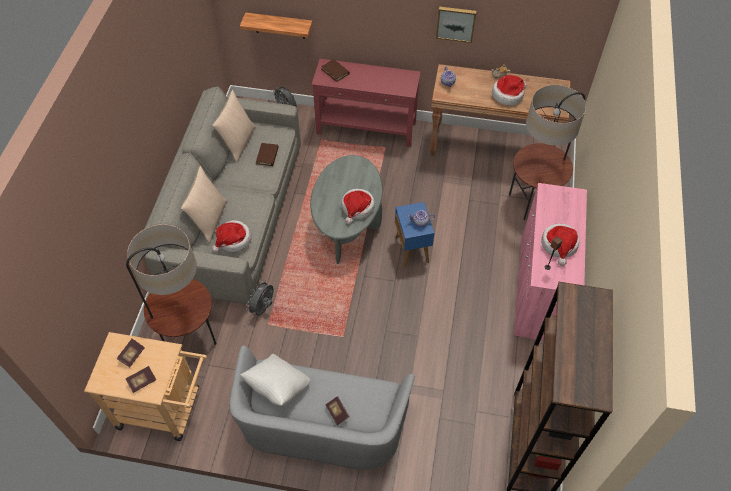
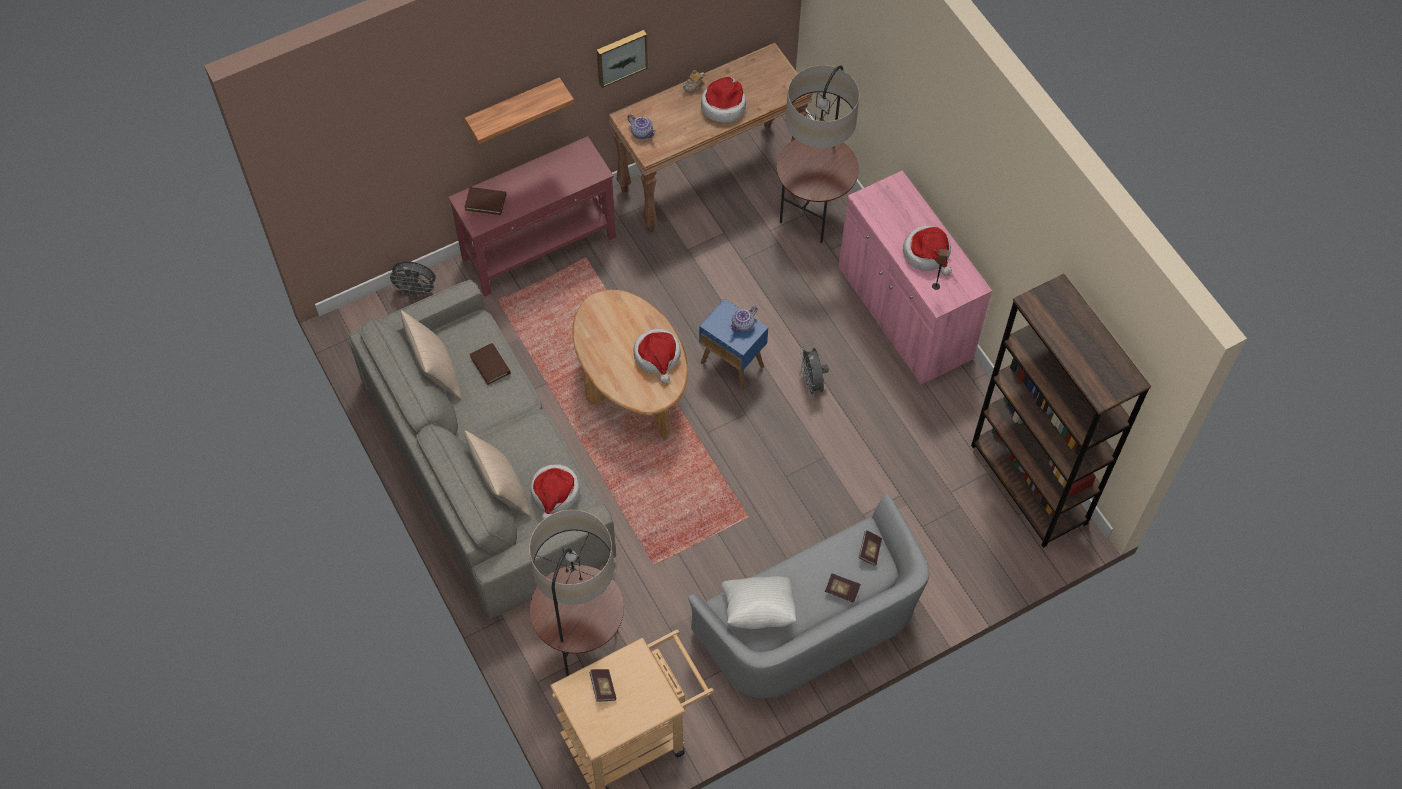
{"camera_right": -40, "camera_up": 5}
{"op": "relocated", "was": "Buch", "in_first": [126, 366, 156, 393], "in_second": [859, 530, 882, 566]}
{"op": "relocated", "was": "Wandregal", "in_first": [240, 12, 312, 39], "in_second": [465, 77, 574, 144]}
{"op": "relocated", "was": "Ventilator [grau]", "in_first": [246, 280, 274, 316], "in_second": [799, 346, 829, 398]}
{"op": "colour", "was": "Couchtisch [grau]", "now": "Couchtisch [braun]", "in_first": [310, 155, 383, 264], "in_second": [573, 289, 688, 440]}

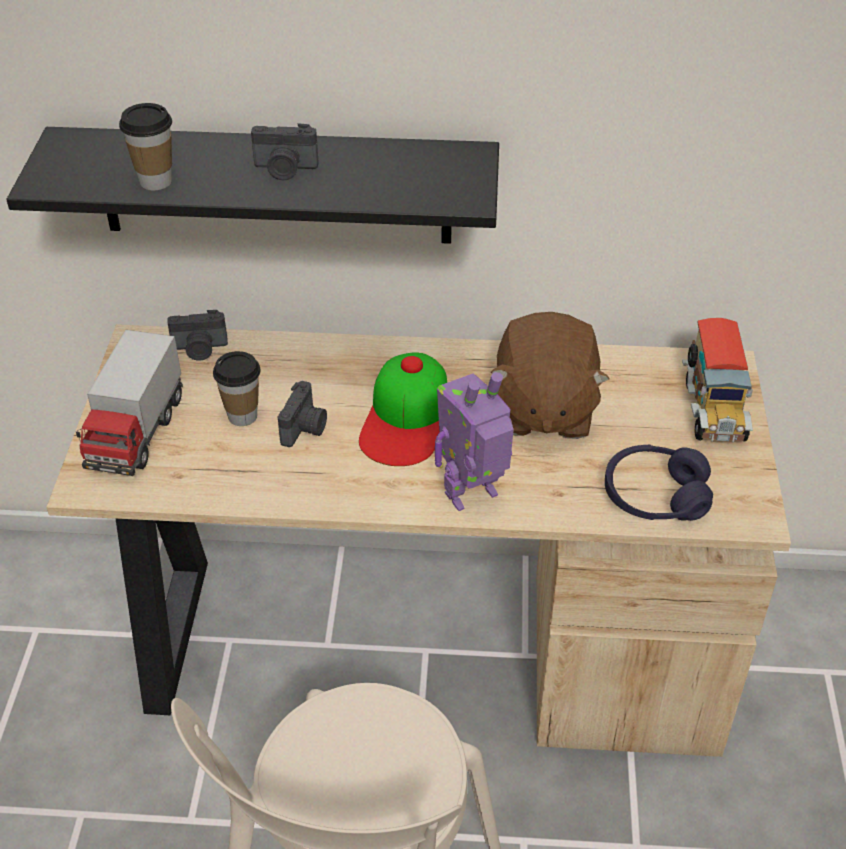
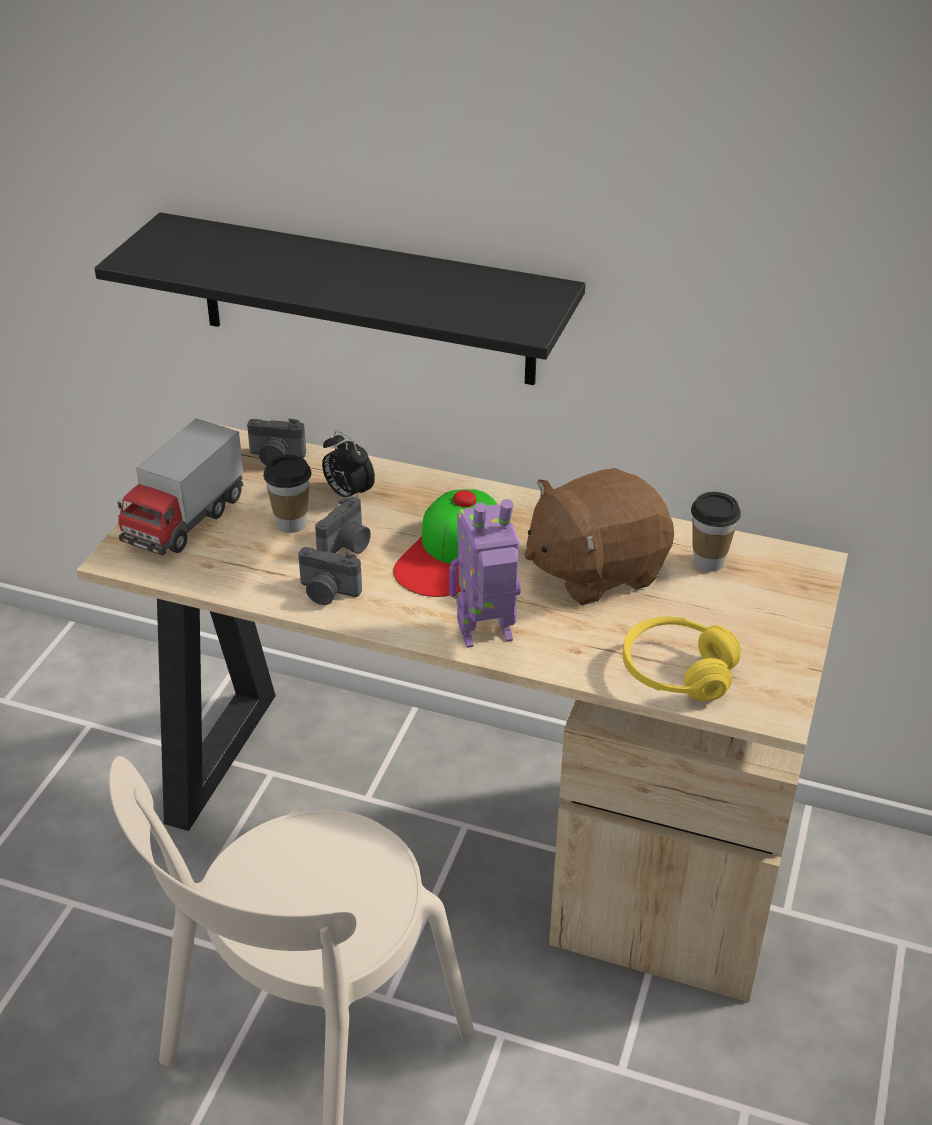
{"camera_right": 15, "camera_up": -5}
{"op": "missing", "was": "Spielzeuglaster", "in_first": [682, 318, 753, 443]}
{"op": "appeared", "now": "Wecker", "in_second": [322, 430, 375, 498]}
{"op": "relocated", "was": "Tasse", "in_first": [119, 103, 172, 190], "in_second": [691, 492, 741, 572]}
{"op": "relocated", "was": "Kamera", "in_first": [251, 123, 318, 180], "in_second": [298, 547, 362, 605]}
{"op": "colour", "was": "Kopfhörer [lila]", "now": "Kopfhörer [gelb]", "in_first": [605, 444, 713, 521], "in_second": [623, 617, 741, 701]}
{"op": "spun", "was": "Plüschtier [braun]", "in_first": [491, 312, 610, 439], "in_second": [525, 468, 674, 606], "clockwise": 45}

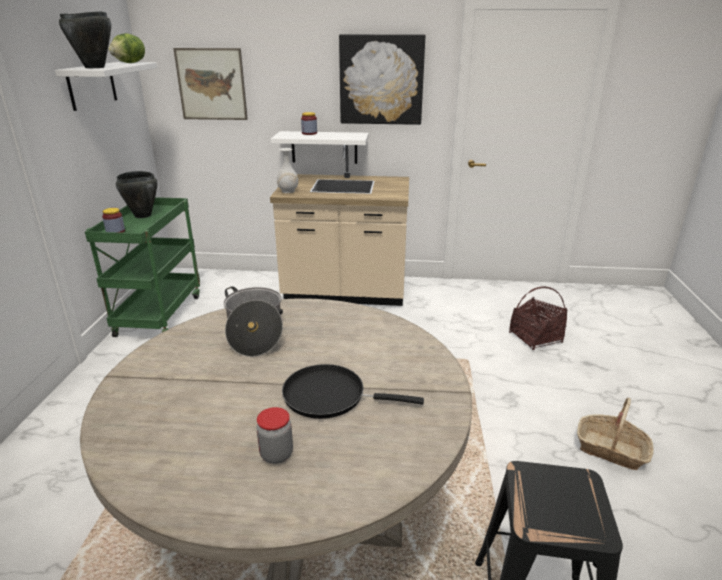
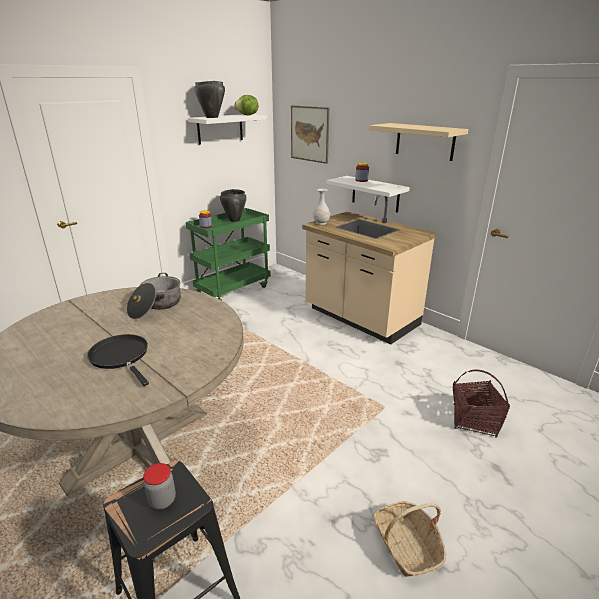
{"camera_right": 40, "camera_up": 0}
{"op": "relocated", "was": "Vorratsglas", "in_first": [256, 407, 293, 464], "in_second": [143, 463, 176, 510]}
{"op": "exchanged", "was": "Bild", "now": "Wandregal [beige]", "in_first": [339, 34, 425, 125], "in_second": [369, 123, 469, 161]}

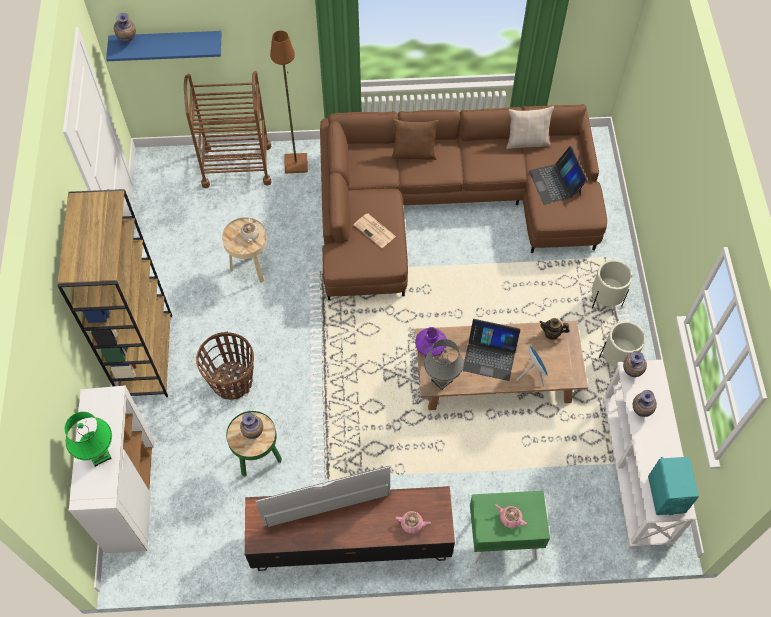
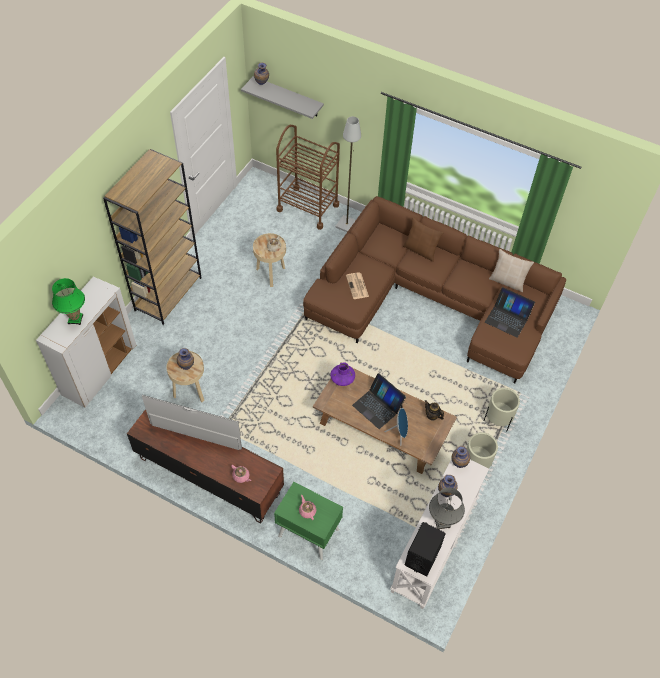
{"camera_right": 30, "camera_up": -5}
{"op": "missing", "was": "Korb", "in_first": [196, 332, 254, 400]}
{"op": "relocated", "was": "Tischlampe [grau]", "in_first": [424, 339, 464, 391], "in_second": [429, 487, 465, 530]}
{"op": "colour", "was": "Wandregal [blau]", "now": "Wandregal [grau]", "in_first": [106, 31, 222, 61], "in_second": [241, 76, 324, 119]}
{"op": "colour", "was": "Beistelltisch [grün]", "now": "Beistelltisch [beige]", "in_first": [226, 411, 282, 477], "in_second": [166, 351, 204, 402]}
{"op": "colour", "was": "Stehlampe [braun]", "now": "Stehlampe [grau]", "in_first": [270, 30, 308, 173], "in_second": [335, 116, 361, 232]}
{"op": "colour", "was": "Lautsprecher [türkis]", "now": "Lautsprecher [schwarz]", "in_first": [648, 457, 699, 515], "in_second": [405, 522, 446, 576]}
{"op": "spun", "was": "Laptop", "in_first": [529, 146, 587, 205], "in_second": [485, 287, 535, 337], "clockwise": -75}

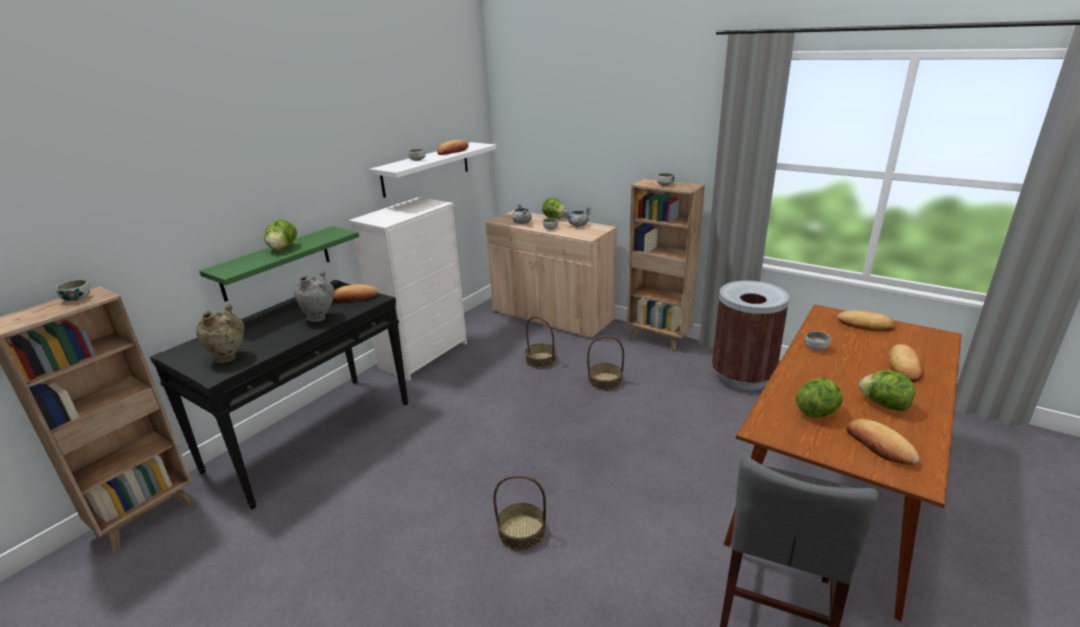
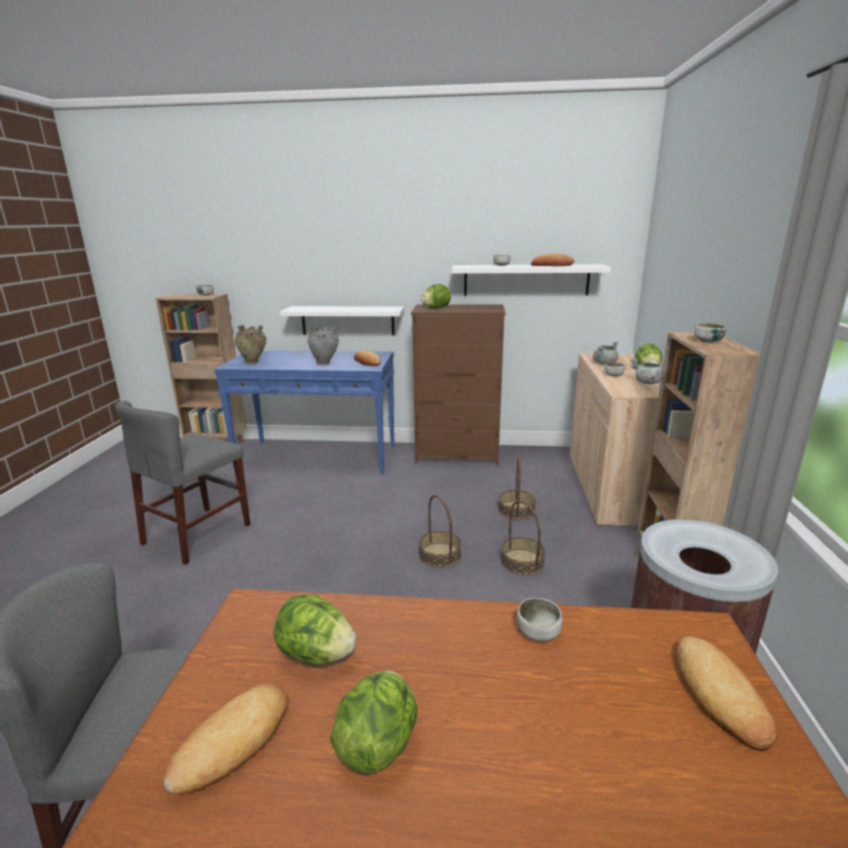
{"camera_right": 60, "camera_up": -5}
{"op": "missing", "was": "Brot", "in_first": [888, 344, 923, 382]}
{"op": "appeared", "now": "Stuhl [grau]", "in_second": [115, 401, 250, 565]}
{"op": "relocated", "was": "Salatkopf", "in_first": [264, 220, 297, 251], "in_second": [421, 284, 451, 309]}
{"op": "relocated", "was": "Korb", "in_first": [493, 475, 546, 551], "in_second": [419, 495, 461, 568]}
{"op": "colour", "was": "Konsolentisch [schwarz]", "now": "Konsolentisch [blau]", "in_first": [150, 280, 409, 510], "in_second": [214, 350, 395, 474]}
{"op": "colour", "was": "Wandregal [grün]", "now": "Wandregal [weiß]", "in_first": [199, 226, 359, 302], "in_second": [280, 306, 404, 335]}
{"op": "colour", "was": "Kommode [weiß]", "now": "Kommode [braun]", "in_first": [349, 197, 467, 381], "in_second": [411, 305, 505, 465]}

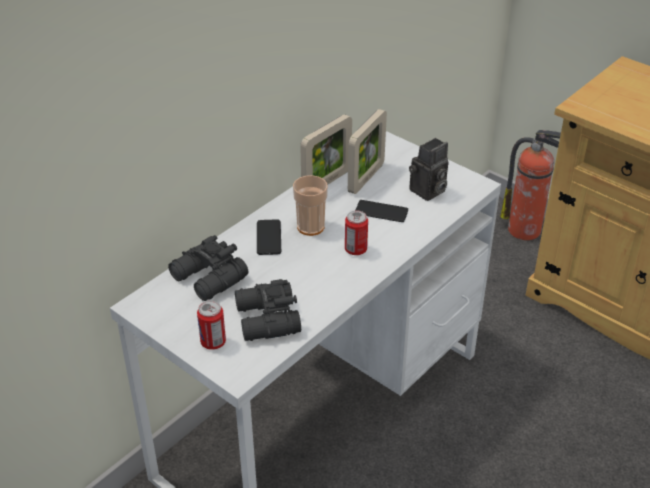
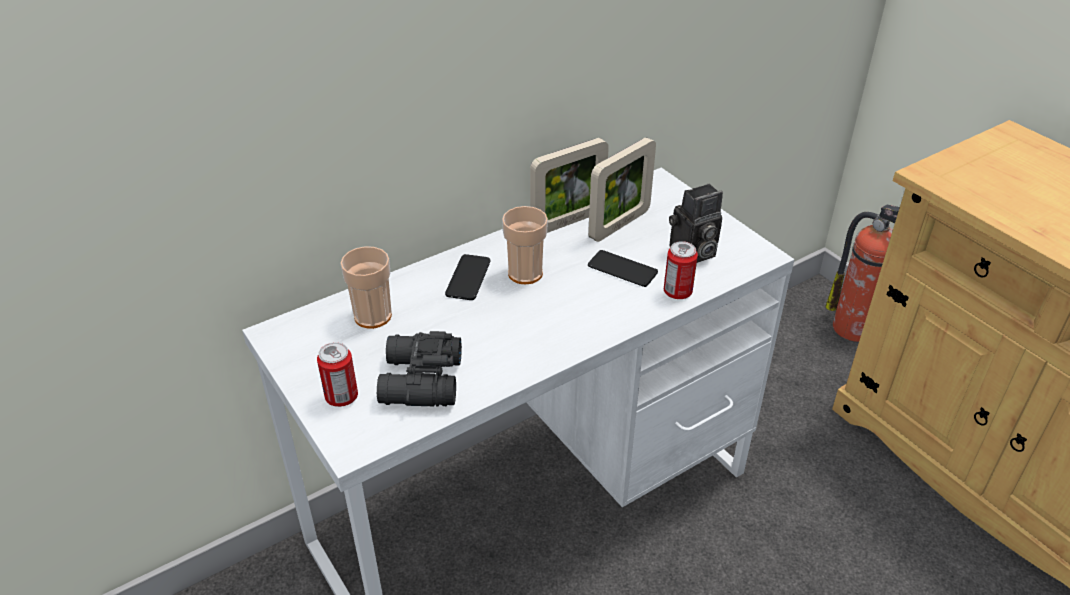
{"camera_right": 15, "camera_up": 0}
{"op": "relocated", "was": "Dose", "in_first": [345, 210, 368, 255], "in_second": [664, 241, 698, 299]}
{"op": "exchanged", "was": "Fernglas [schwarz]", "now": "Tasse", "in_first": [168, 235, 248, 301], "in_second": [340, 246, 392, 329]}

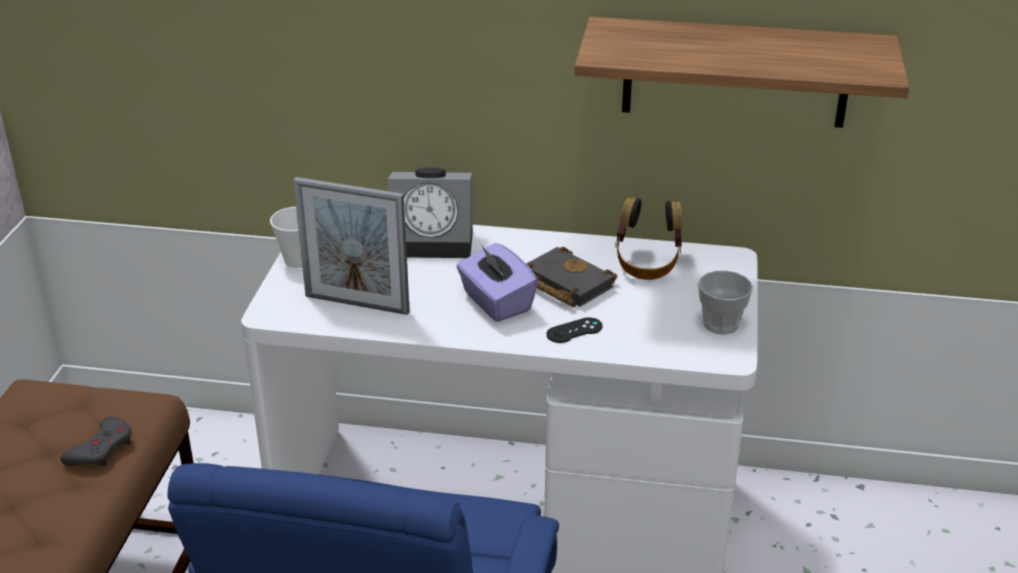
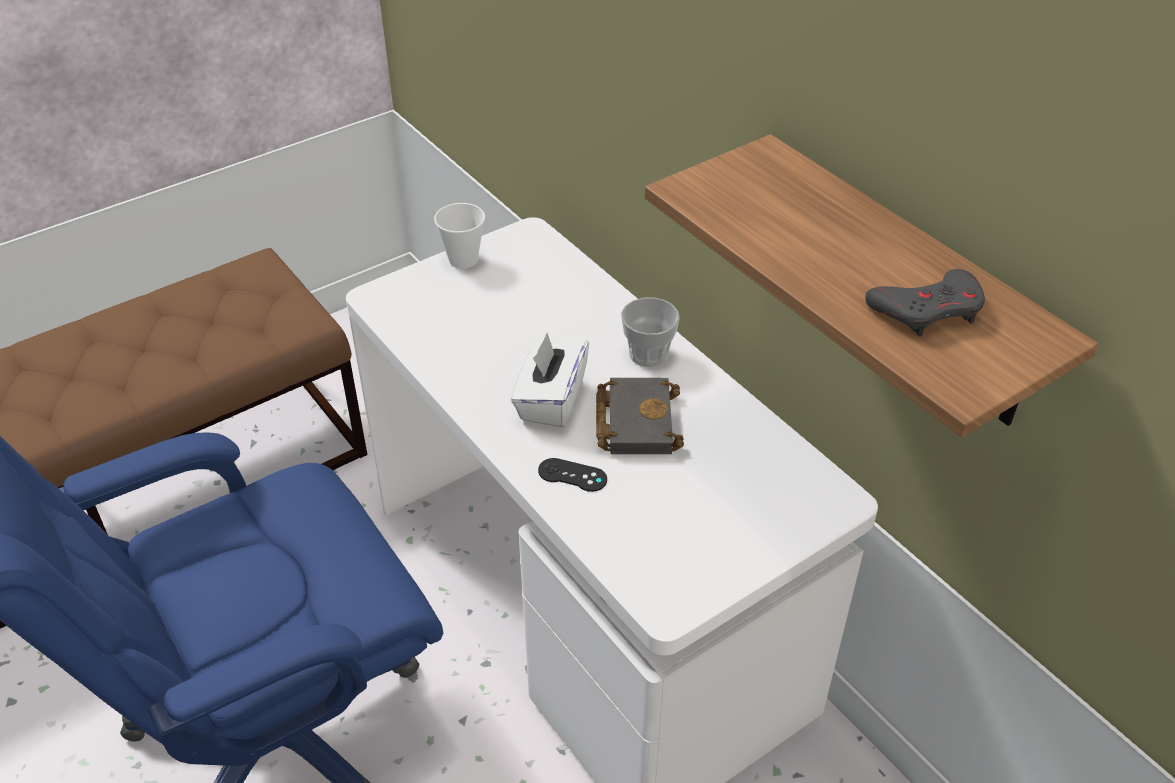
{"camera_right": 45, "camera_up": 10}
{"op": "missing", "was": "Bilderrahmen", "in_first": [293, 177, 410, 315]}
{"op": "missing", "was": "Wecker", "in_first": [388, 168, 473, 258]}
{"op": "missing", "was": "Kopfhörer", "in_first": [615, 197, 682, 280]}
{"op": "relocated", "was": "Gamepad [grau]", "in_first": [60, 417, 132, 467], "in_second": [865, 269, 985, 336]}
{"op": "relocated", "was": "Tasse", "in_first": [698, 271, 753, 335], "in_second": [621, 297, 680, 367]}
{"op": "colour", "was": "Taschentuchbox [lila]", "now": "Taschentuchbox [weiß]", "in_first": [456, 243, 538, 322], "in_second": [511, 333, 589, 428]}

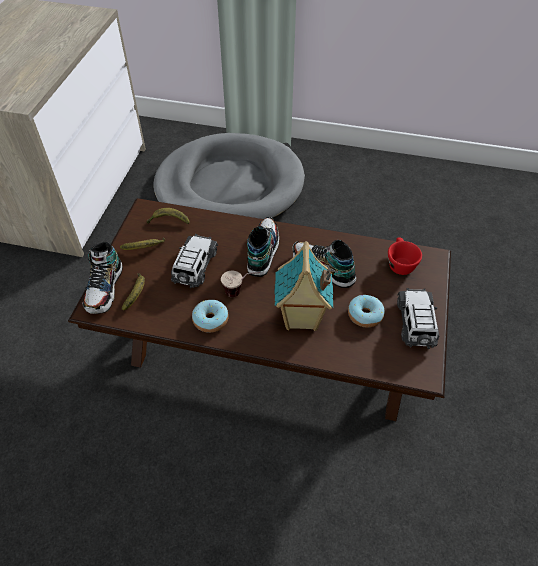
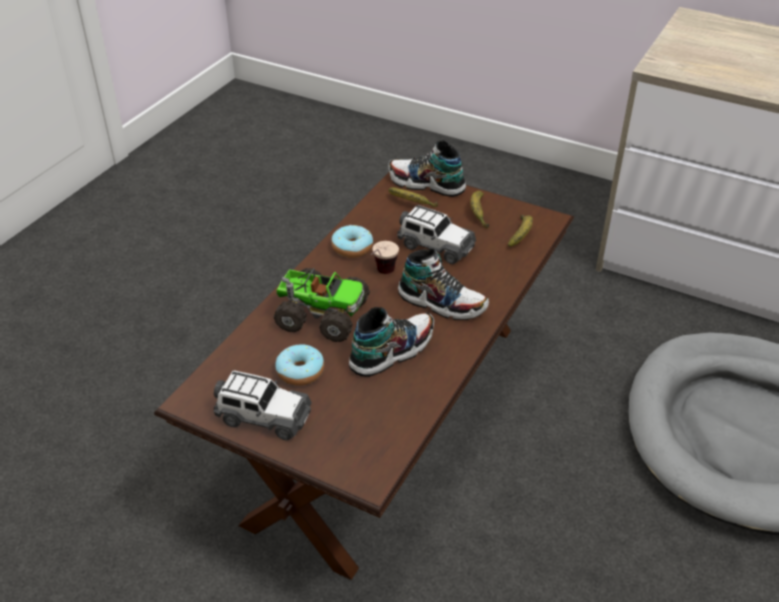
{"camera_right": 105, "camera_up": -10}
{"op": "missing", "was": "Tasse [rot]", "in_first": [388, 238, 422, 275]}
{"op": "exchanged", "was": "Spielzeughaus", "now": "Spielzeuglaster", "in_first": [274, 241, 333, 331], "in_second": [274, 268, 370, 342]}

